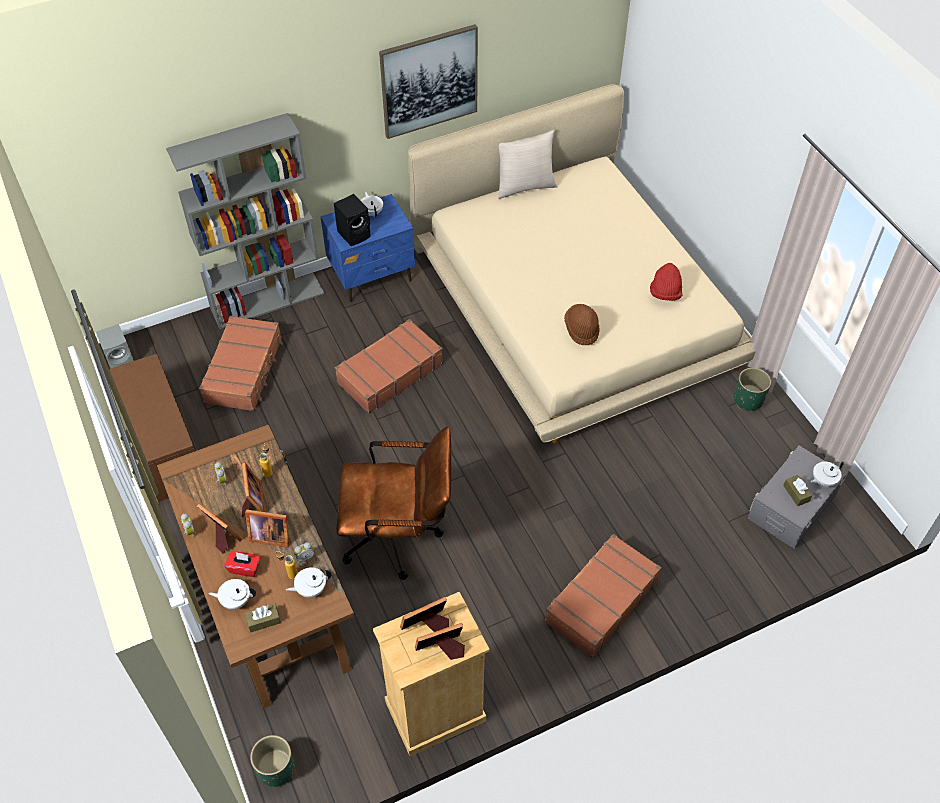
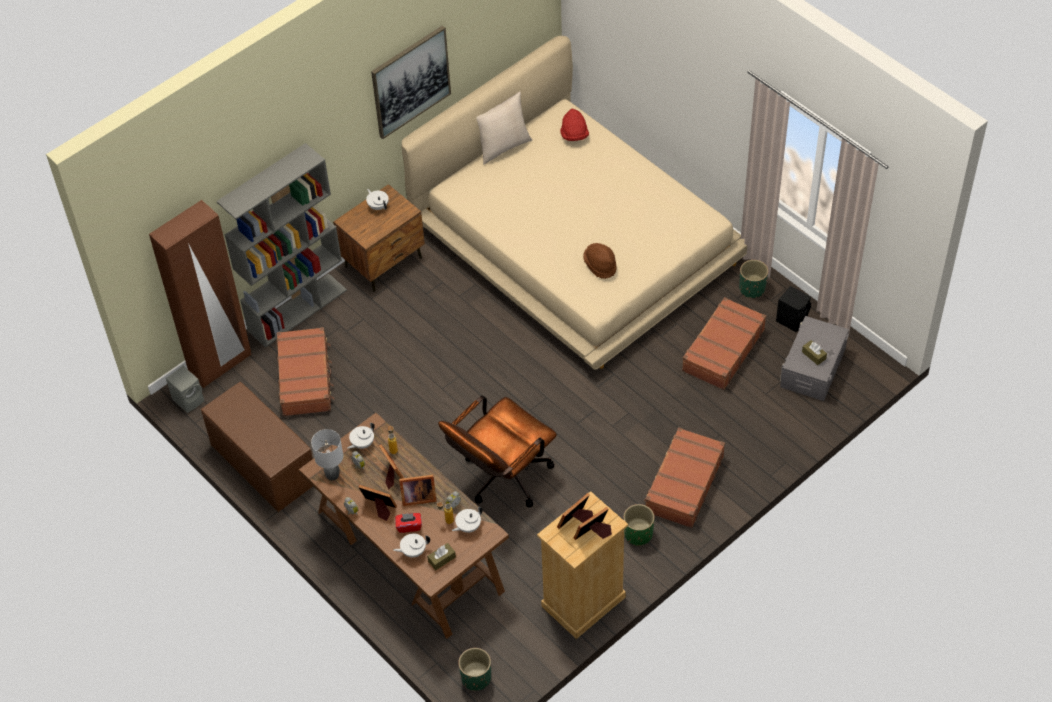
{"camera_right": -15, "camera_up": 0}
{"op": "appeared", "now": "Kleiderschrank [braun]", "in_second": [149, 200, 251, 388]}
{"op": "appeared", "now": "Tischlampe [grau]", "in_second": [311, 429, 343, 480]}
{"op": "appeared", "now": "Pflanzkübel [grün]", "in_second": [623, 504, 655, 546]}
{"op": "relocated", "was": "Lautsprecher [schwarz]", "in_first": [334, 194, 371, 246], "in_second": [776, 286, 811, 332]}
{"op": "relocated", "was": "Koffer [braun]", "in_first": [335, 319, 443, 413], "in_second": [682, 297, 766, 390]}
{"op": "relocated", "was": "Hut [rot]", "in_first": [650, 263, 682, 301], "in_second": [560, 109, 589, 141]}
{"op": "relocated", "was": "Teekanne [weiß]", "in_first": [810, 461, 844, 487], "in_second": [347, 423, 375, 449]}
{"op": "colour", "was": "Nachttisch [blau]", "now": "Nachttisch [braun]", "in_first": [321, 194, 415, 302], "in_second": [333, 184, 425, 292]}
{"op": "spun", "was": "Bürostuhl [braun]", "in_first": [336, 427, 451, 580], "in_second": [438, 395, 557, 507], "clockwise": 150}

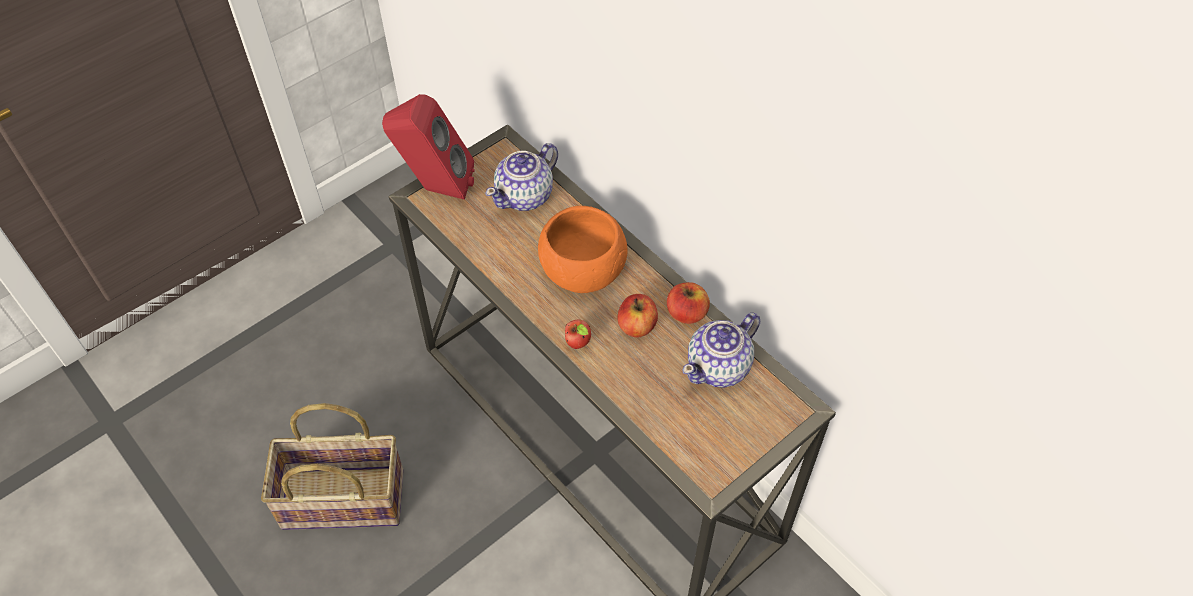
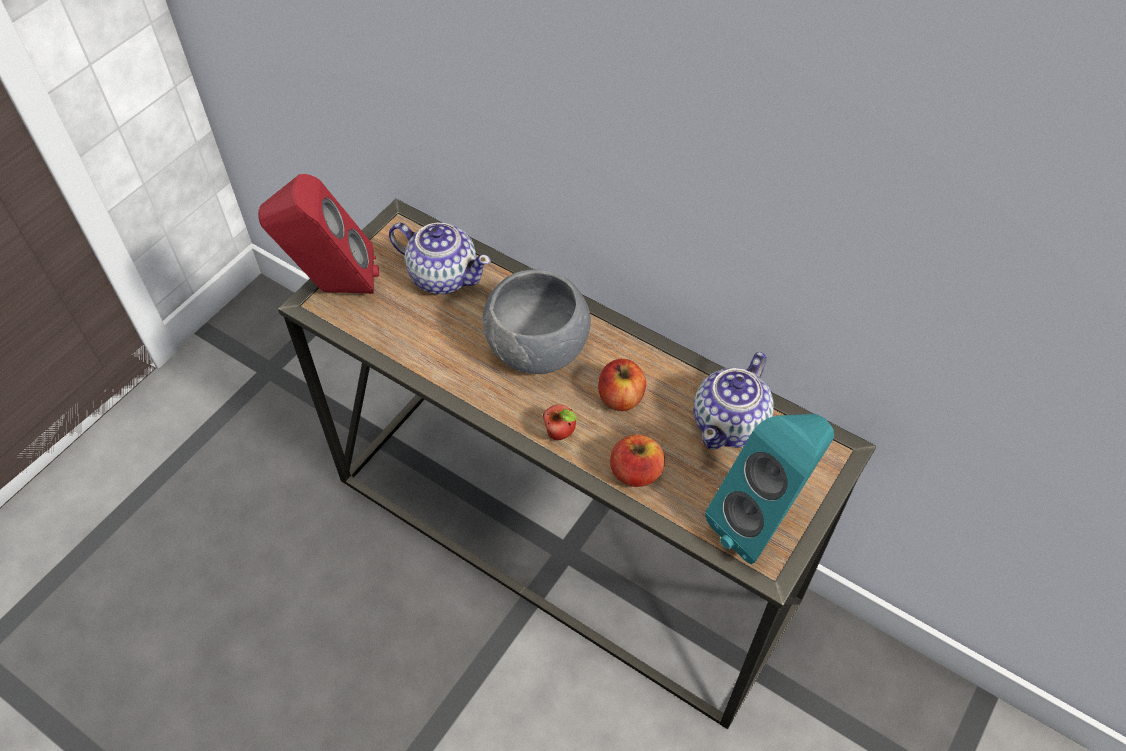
{"camera_right": -15, "camera_up": 0}
{"op": "missing", "was": "Korb", "in_first": [261, 403, 403, 530]}
{"op": "appeared", "now": "Lautsprecher [türkis]", "in_second": [705, 414, 834, 564]}
{"op": "relocated", "was": "Apfel", "in_first": [667, 282, 710, 324], "in_second": [610, 434, 665, 487]}
{"op": "colour", "was": "Schüssel [orange]", "now": "Schüssel [grau]", "in_first": [538, 206, 628, 293], "in_second": [483, 269, 591, 374]}
{"op": "spun", "was": "Teekanne", "in_first": [485, 143, 558, 211], "in_second": [389, 223, 491, 294], "clockwise": -90}

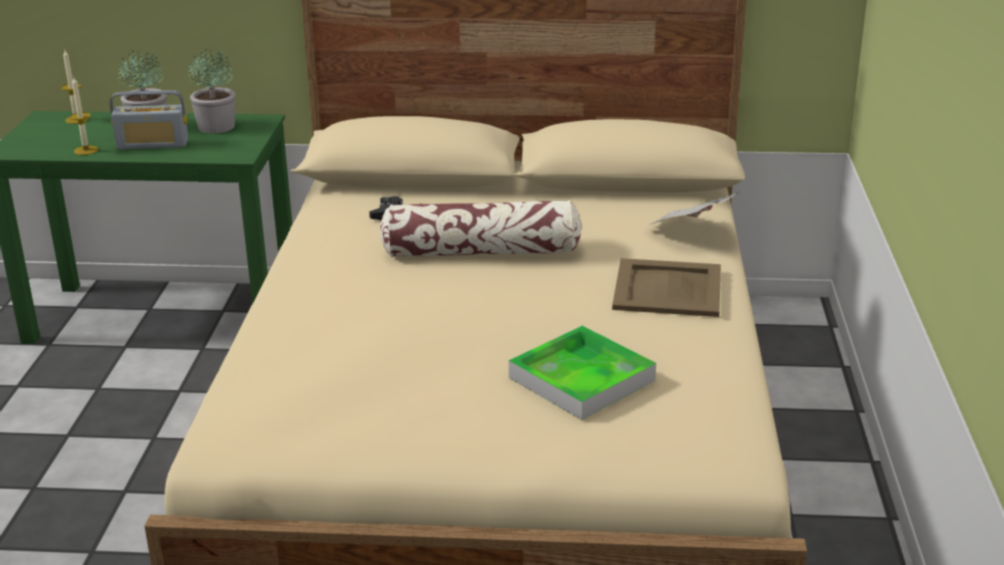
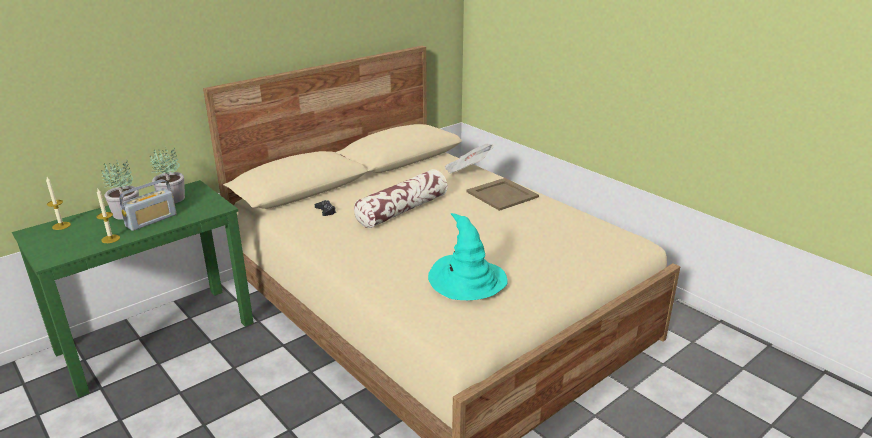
{"camera_right": -45, "camera_up": 0}
{"op": "missing", "was": "Tablett", "in_first": [509, 326, 656, 420]}
{"op": "appeared", "now": "Hut [türkis]", "in_second": [428, 213, 508, 300]}

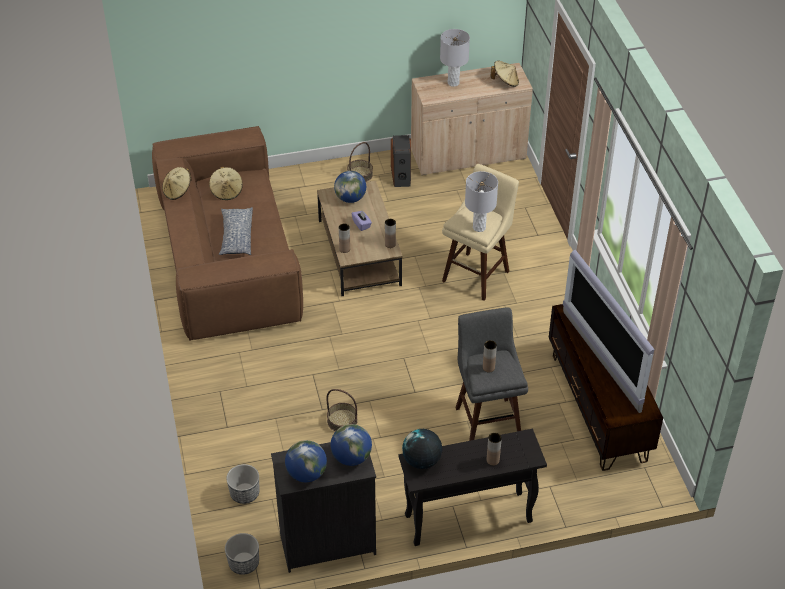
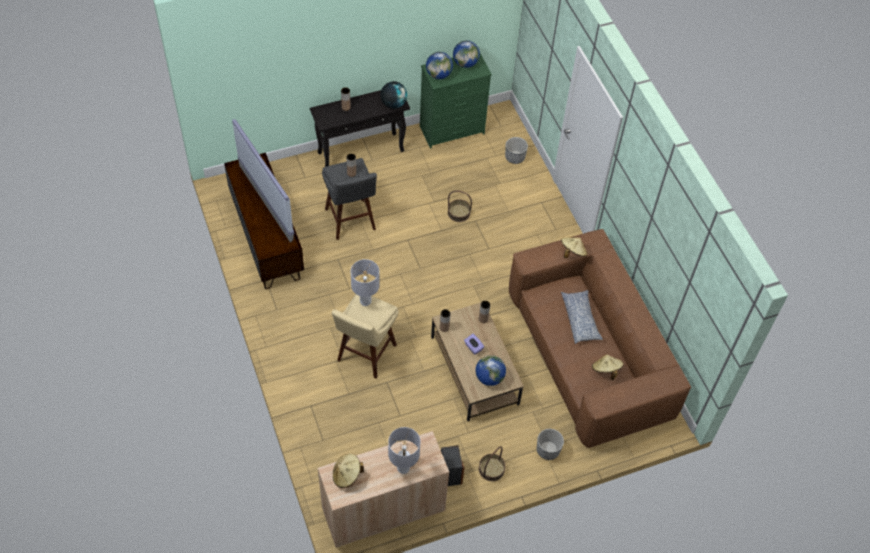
{"camera_right": 170, "camera_up": 10}
{"op": "relocated", "was": "Hut [beige]", "in_first": [162, 167, 192, 200], "in_second": [561, 237, 588, 258]}
{"op": "relocated", "was": "Pflanzkübel", "in_first": [225, 533, 259, 575], "in_second": [537, 429, 564, 460]}
{"op": "colour", "was": "Kommode [schwarz]", "now": "Kommode [grün]", "in_first": [271, 442, 376, 573], "in_second": [420, 53, 492, 149]}

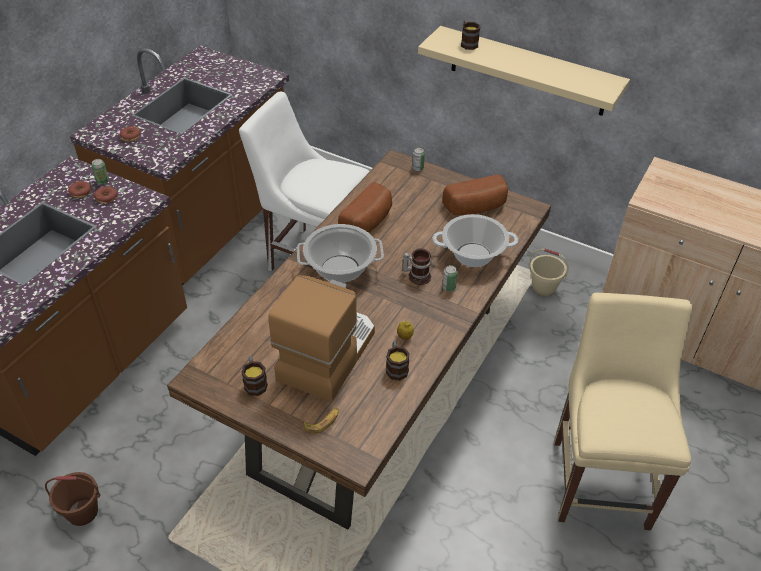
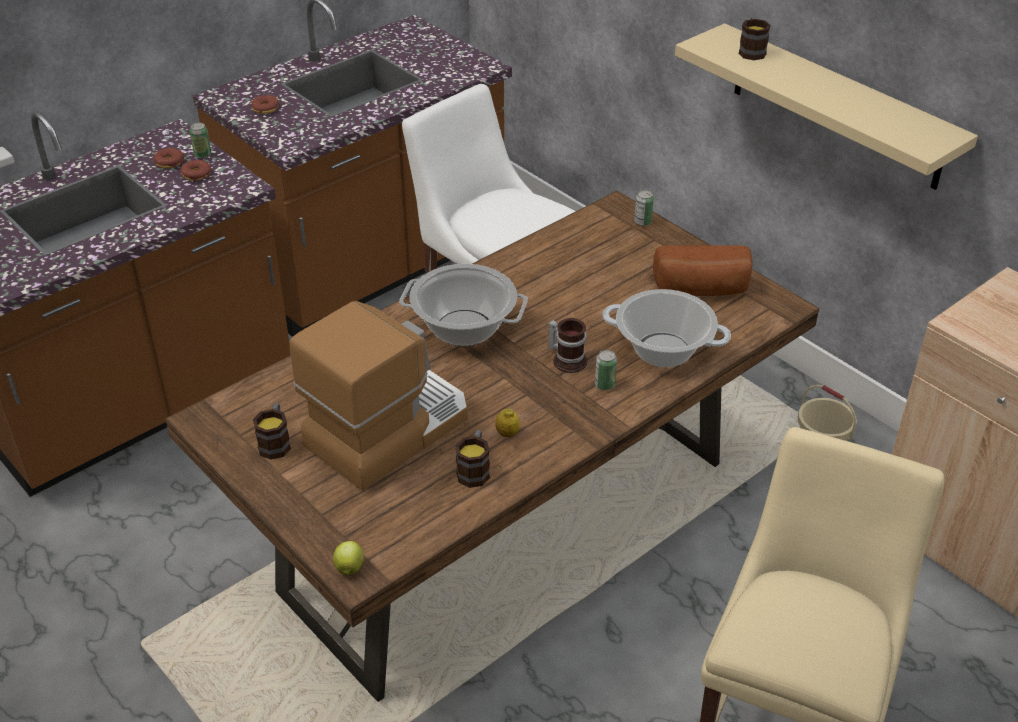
{"camera_right": 20, "camera_up": -5}
{"op": "missing", "was": "Eimer [braun]", "in_first": [45, 472, 101, 526]}
{"op": "missing", "was": "Banane", "in_first": [303, 408, 339, 434]}
{"op": "missing", "was": "Brot", "in_first": [338, 182, 392, 233]}
{"op": "appeared", "now": "Apfel", "in_second": [333, 541, 364, 575]}

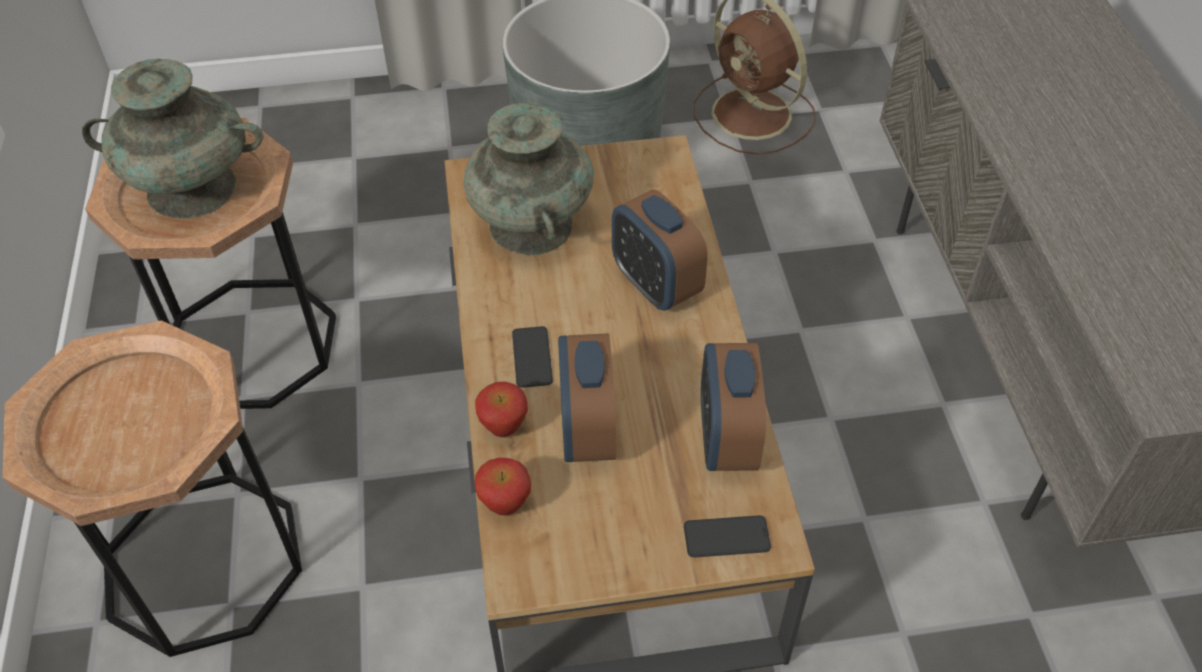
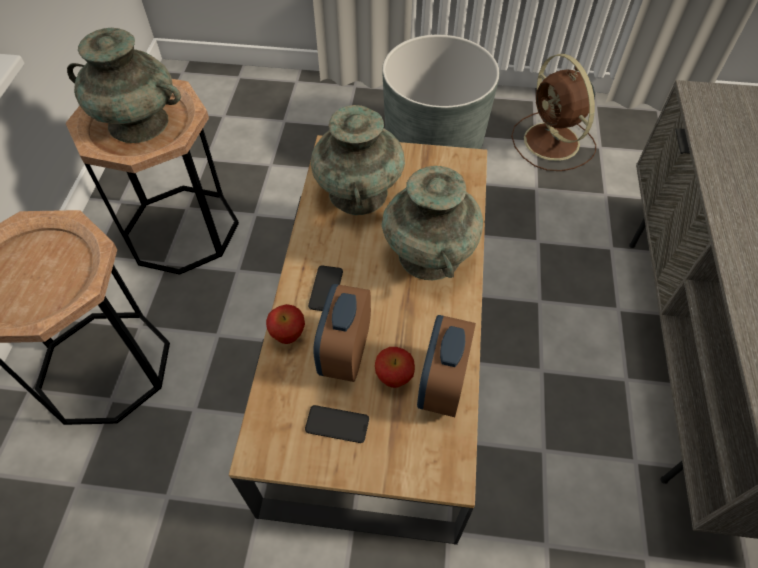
{"camera_right": 15, "camera_up": 5}
{"op": "relocated", "was": "Apfel", "in_first": [475, 458, 531, 516], "in_second": [375, 347, 415, 388]}
{"op": "relocated", "was": "Handy", "in_first": [684, 515, 771, 558], "in_second": [305, 405, 369, 443]}
{"op": "exchanged", "was": "Wecker", "now": "Vase [türkis]", "in_first": [612, 189, 708, 311], "in_second": [382, 166, 483, 280]}

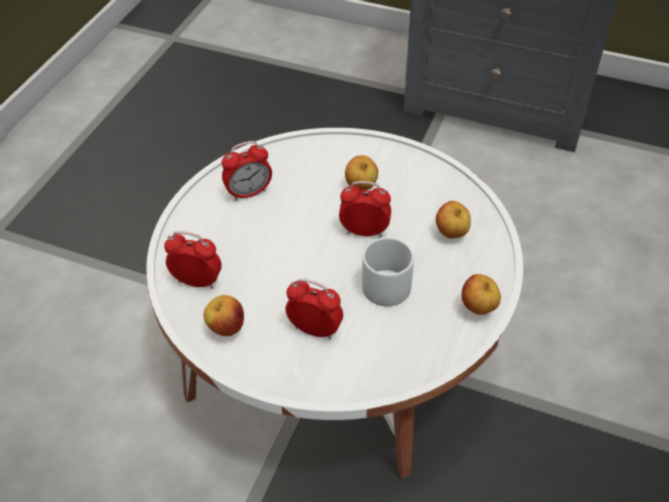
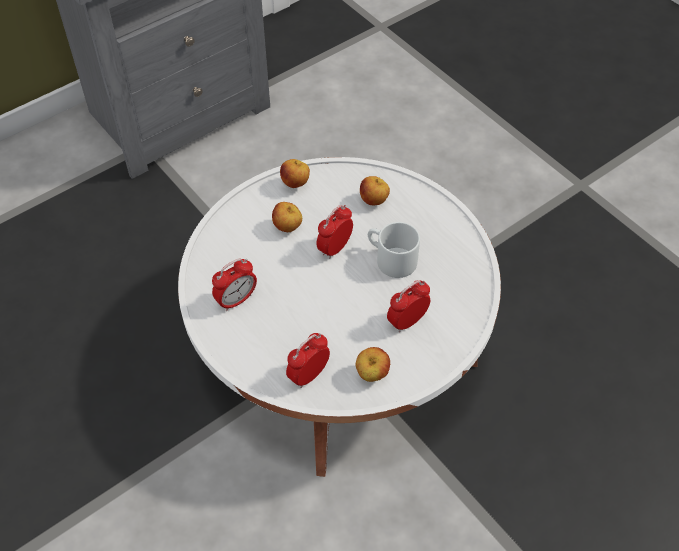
{"camera_right": -60, "camera_up": 5}
{"op": "relocated", "was": "Apfel", "in_first": [461, 274, 501, 315], "in_second": [280, 159, 310, 188]}
{"op": "spun", "was": "Wecker", "in_first": [222, 141, 272, 201], "in_second": [212, 258, 257, 311], "clockwise": 45}

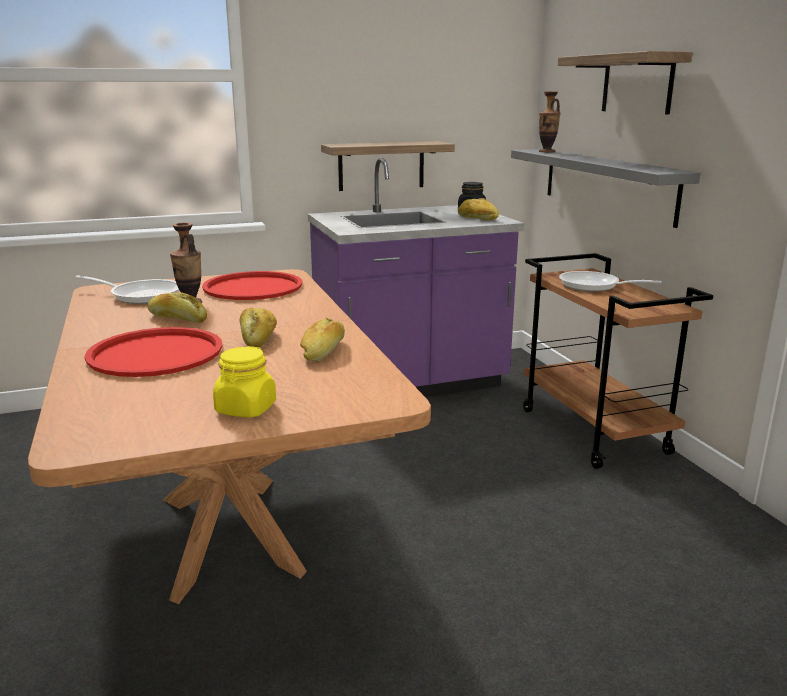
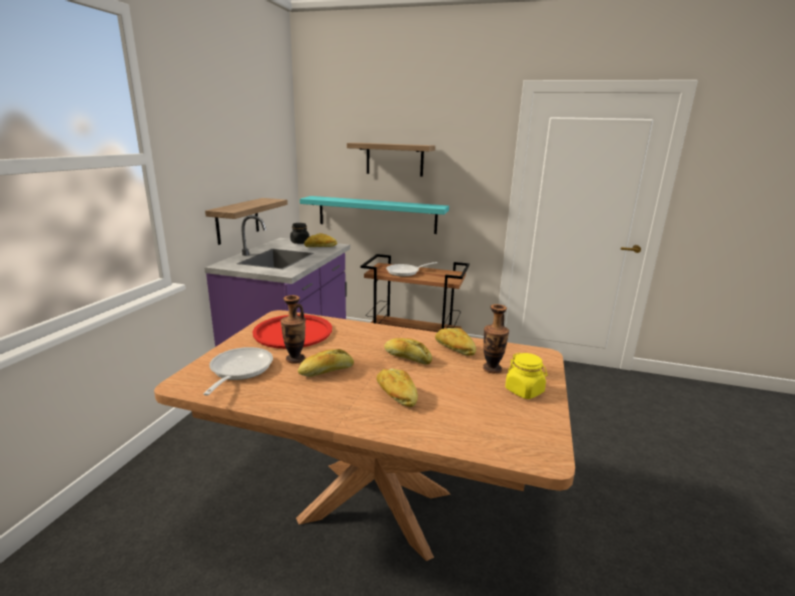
{"camera_right": -55, "camera_up": 0}
{"op": "relocated", "was": "Vase", "in_first": [539, 91, 560, 153], "in_second": [483, 304, 509, 374]}
{"op": "exchanged", "was": "Tablett [rot]", "now": "Brot", "in_first": [84, 327, 223, 377], "in_second": [377, 368, 418, 407]}
{"op": "colour", "was": "Wandregal [grau]", "now": "Wandregal [türkis]", "in_first": [511, 149, 700, 228], "in_second": [300, 196, 449, 234]}
{"op": "spun", "was": "Pfanne", "in_first": [75, 275, 179, 304], "in_second": [203, 347, 273, 396], "clockwise": -45}

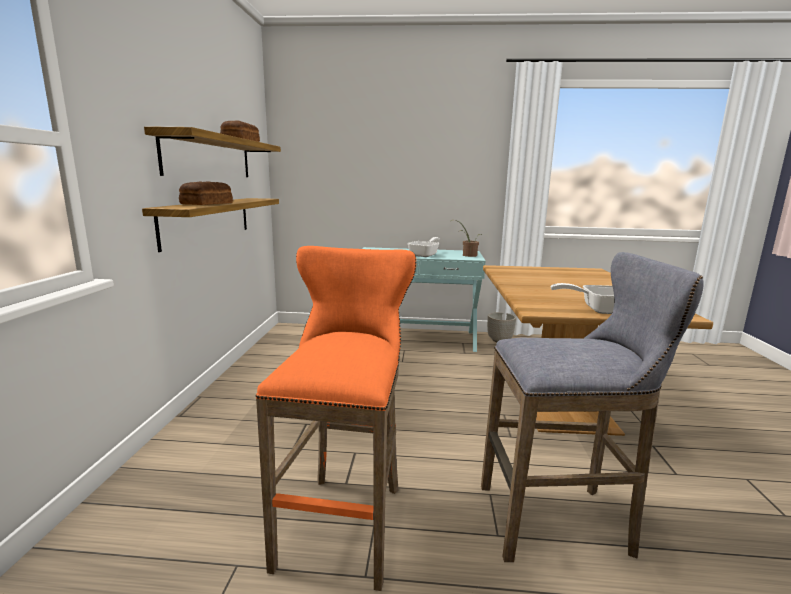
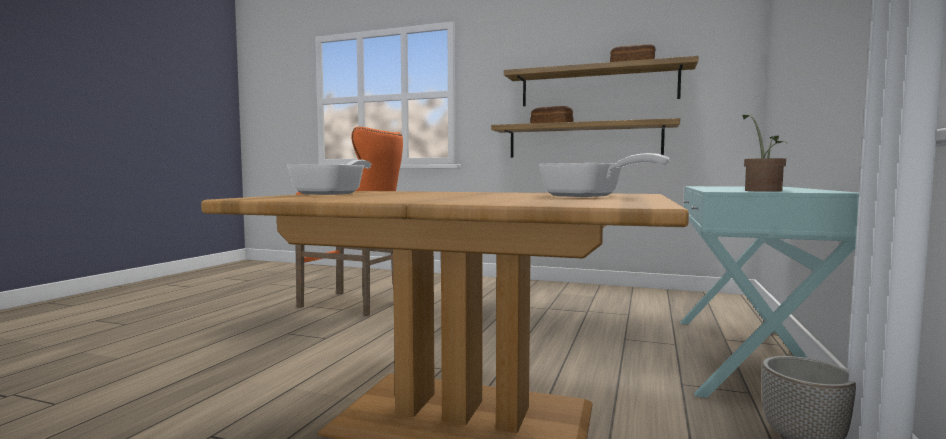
{"camera_right": 105, "camera_up": -10}
{"op": "missing", "was": "Hocker [grau]", "in_first": [481, 252, 704, 562]}
{"op": "relocated", "was": "Pfanne", "in_first": [407, 237, 440, 257], "in_second": [539, 153, 669, 197]}

